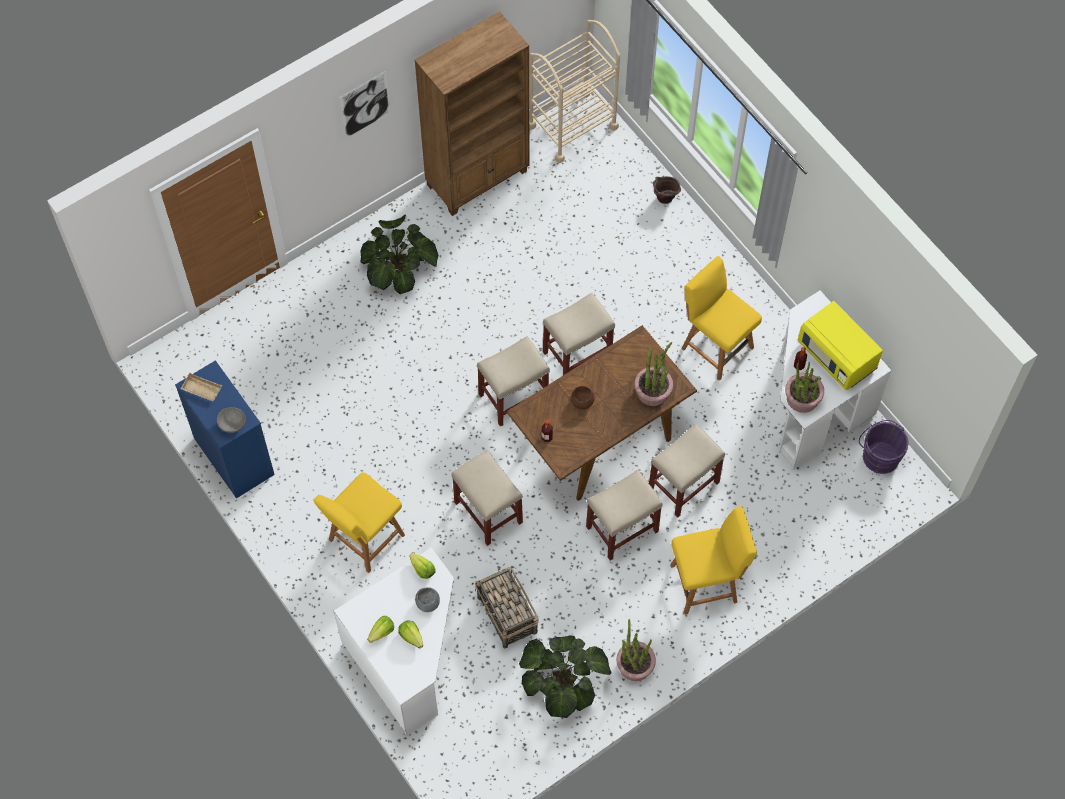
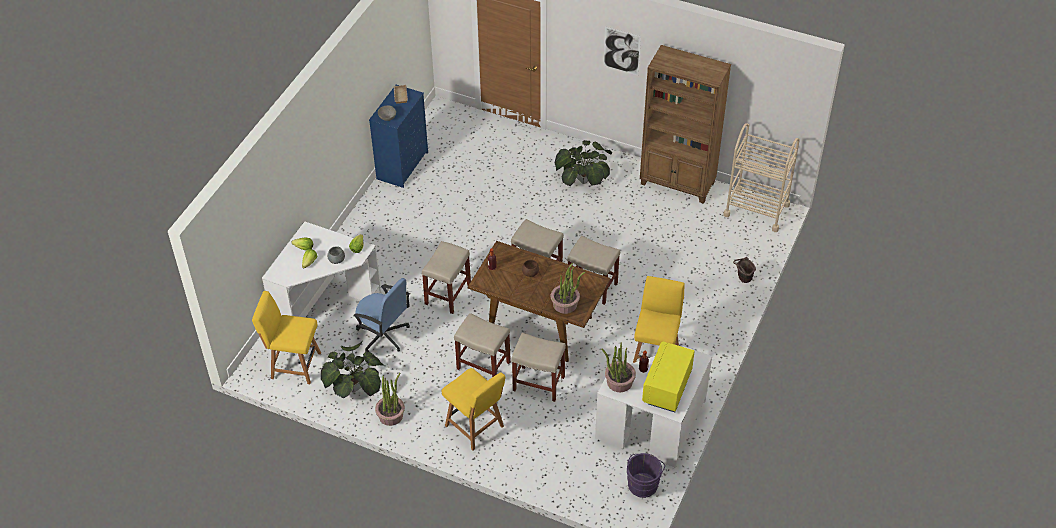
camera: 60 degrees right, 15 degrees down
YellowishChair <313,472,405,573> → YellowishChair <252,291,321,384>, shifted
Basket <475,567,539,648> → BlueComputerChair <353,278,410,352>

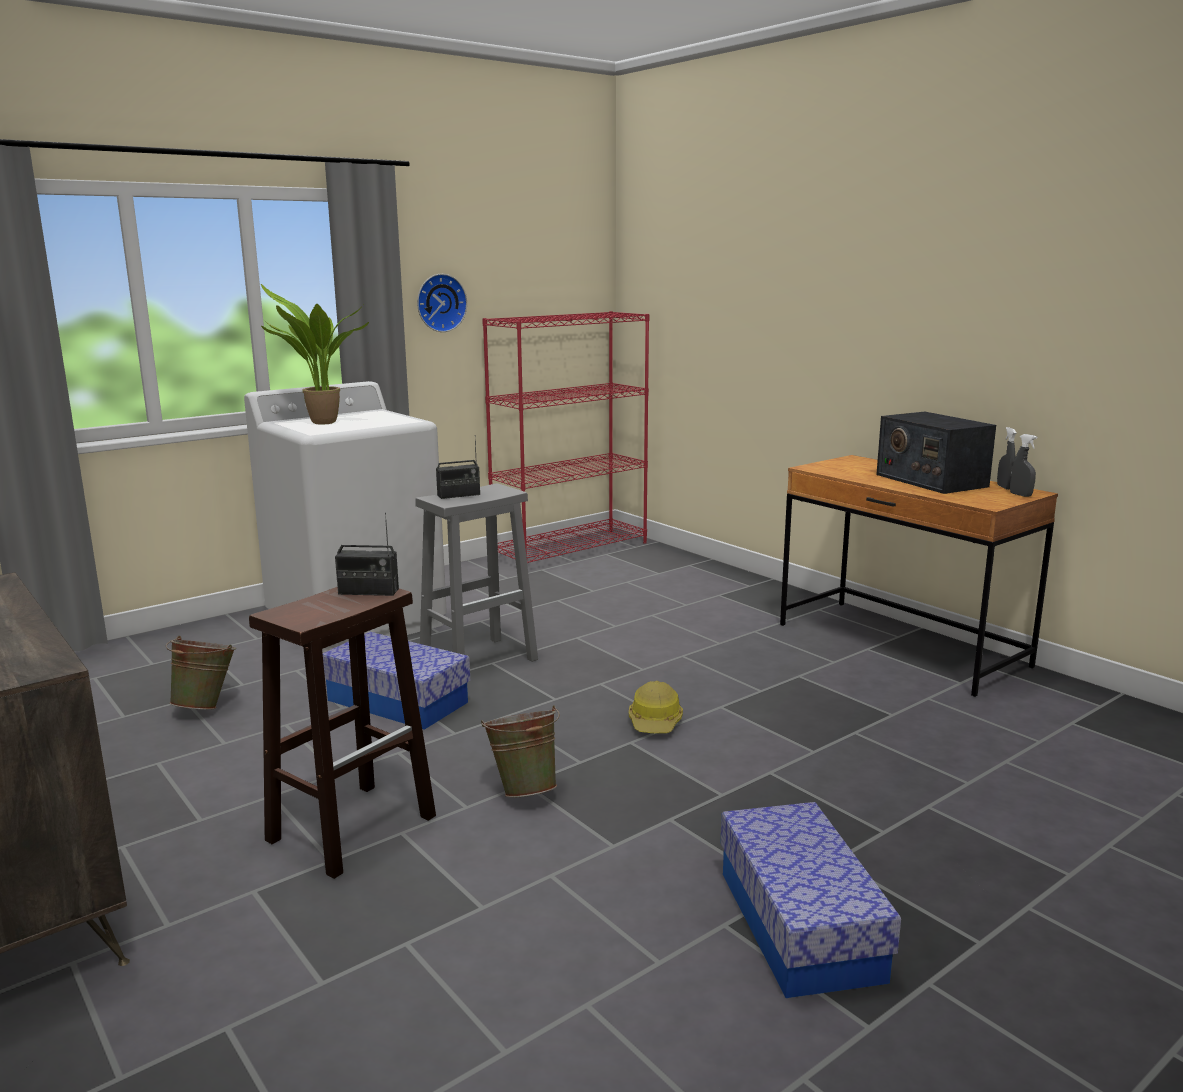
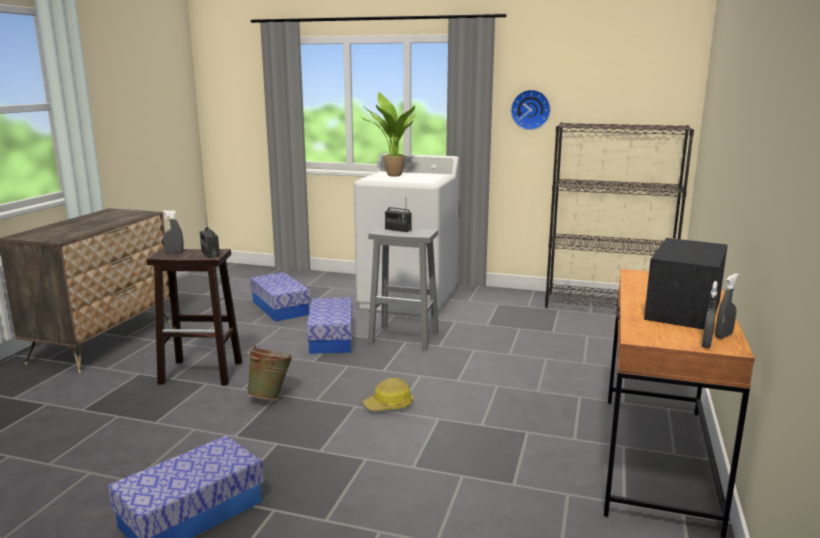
camera: 55 degrees right, 0 degrees up
GreenColouredBucket <166,636,236,710> → StorageBox <250,272,310,322>
RedColouredBookshelf <482,311,649,563> → BlackishBookshelf <545,122,694,308>
- → GreyishHandSprayer <163,210,184,253>

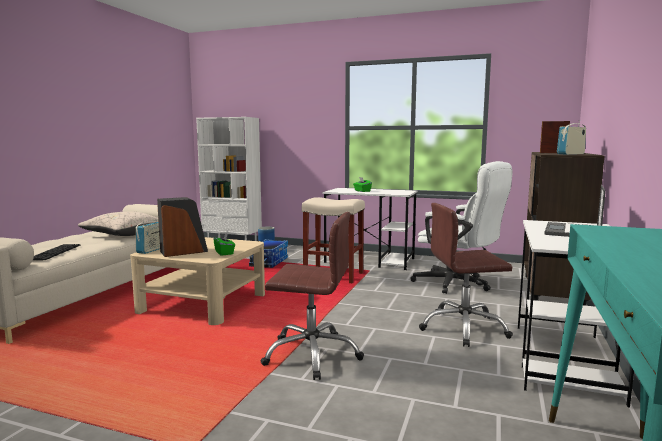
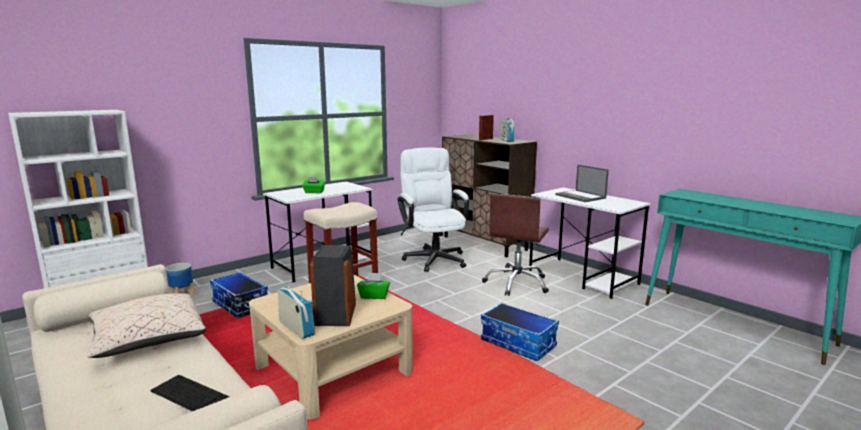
camera: 60 degrees left, 5 degrees up
BrownColouredComputerChair <261,212,364,380> → StorageBox <481,303,559,361>
WhitishComputerChair <410,161,513,294> → WhitishComputerChair <398,148,469,272>, 90 degrees counterclockwise

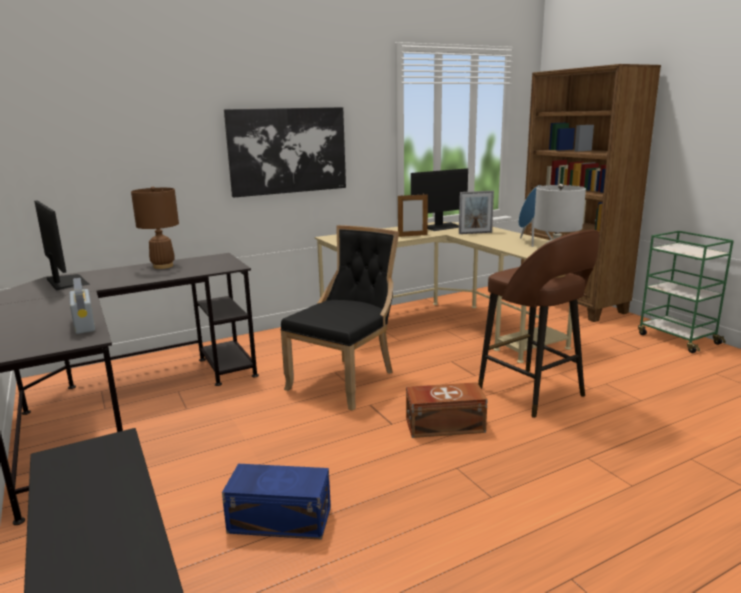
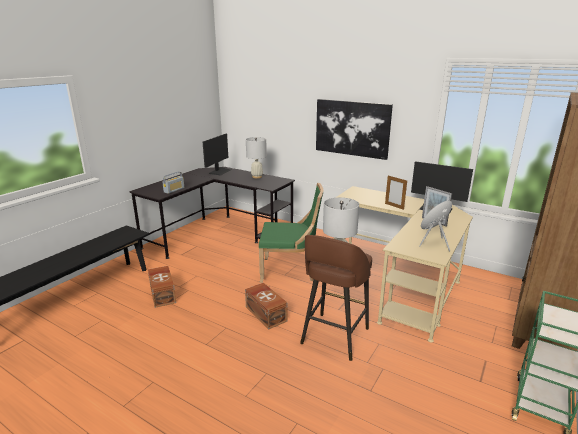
camera: 60 degrees right, 5 degrees up
BrownColouredLampForATable <131,187,179,269> → WhitishLampForATable <246,137,267,178>
BlueStorageBox <222,464,331,540> → BrownColouredStorageBox <148,266,176,308>
BlackishChair <280,225,399,411> → GreenColouredChair <259,183,324,283>

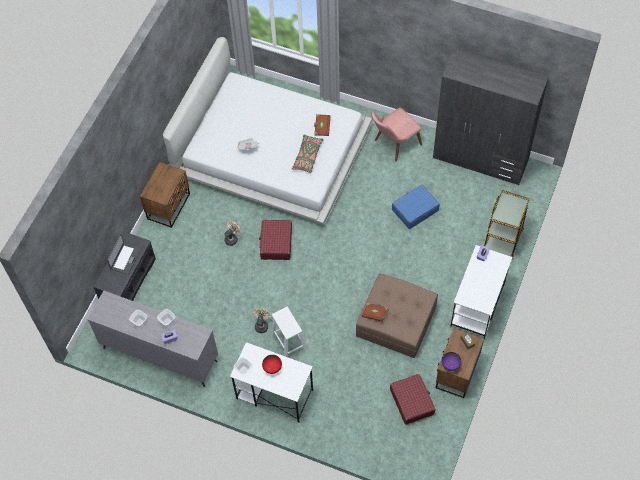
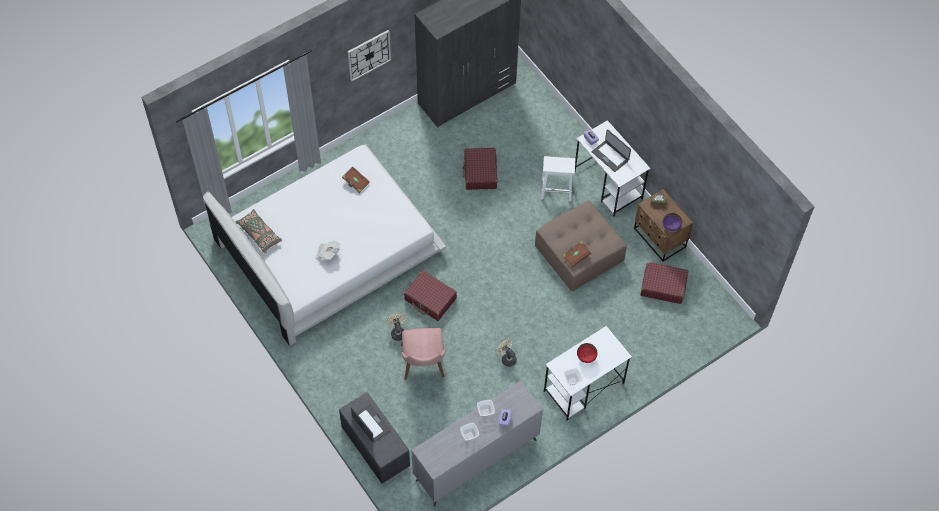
camera: 60 degrees left, 0 degrees up
BrownColouredNightstand <140,162,190,228> → -
WhitishSittingStool <271,307,307,357> → WhitishSittingStool <541,156,575,201>, shifted
GreenColouredPillow <292,135,324,173> → GreenColouredPillow <236,209,282,254>, shifted
PinkChair <371,108,422,161> → PinkChair <401,328,445,380>, shifted
BluePieceOfLuggage <392,185,440,229> → RedColouredPieceOfLuggage <463,148,497,190>
BrownColouredTrolley <484,190,530,259> → -
- → WallClock <348,30,391,82>
- → NotebookComputer <592,129,631,172>

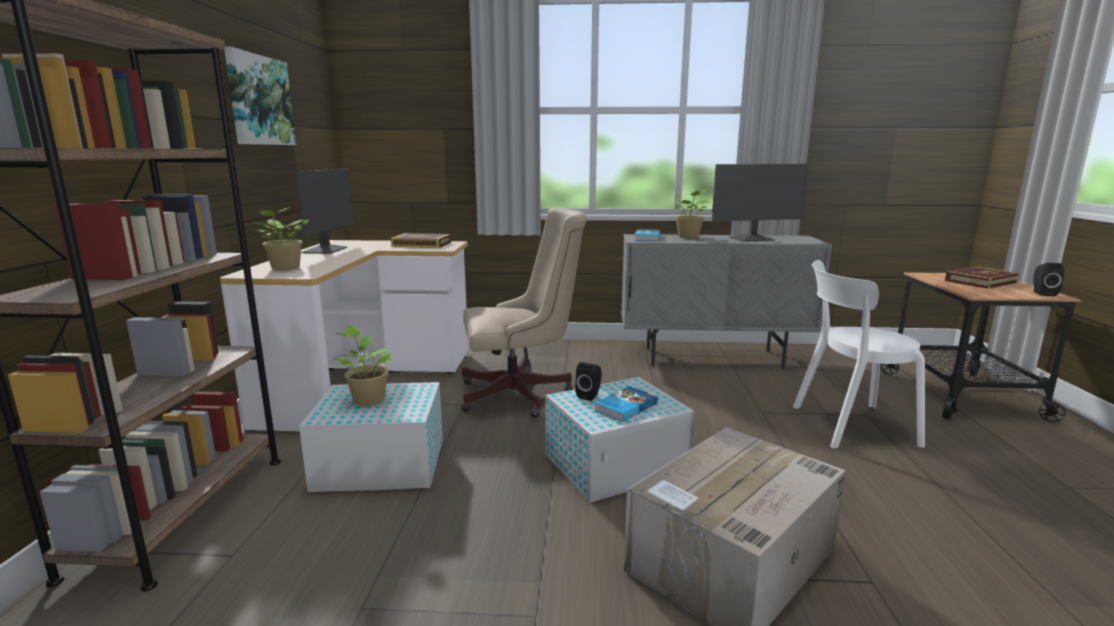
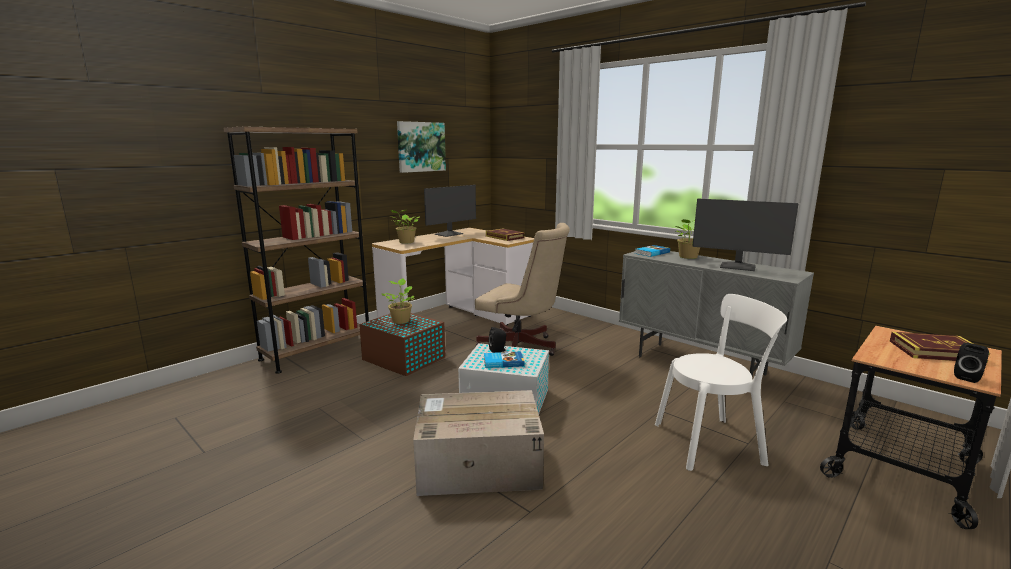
camera: 40 degrees right, 0 degrees up
WhitishStorageBox <299,382,443,492> → BrownColouredStorageBox <359,313,445,376>
WhitishChair <793,260,925,449> → WhitishChair <655,294,787,471>, 135 degrees clockwise

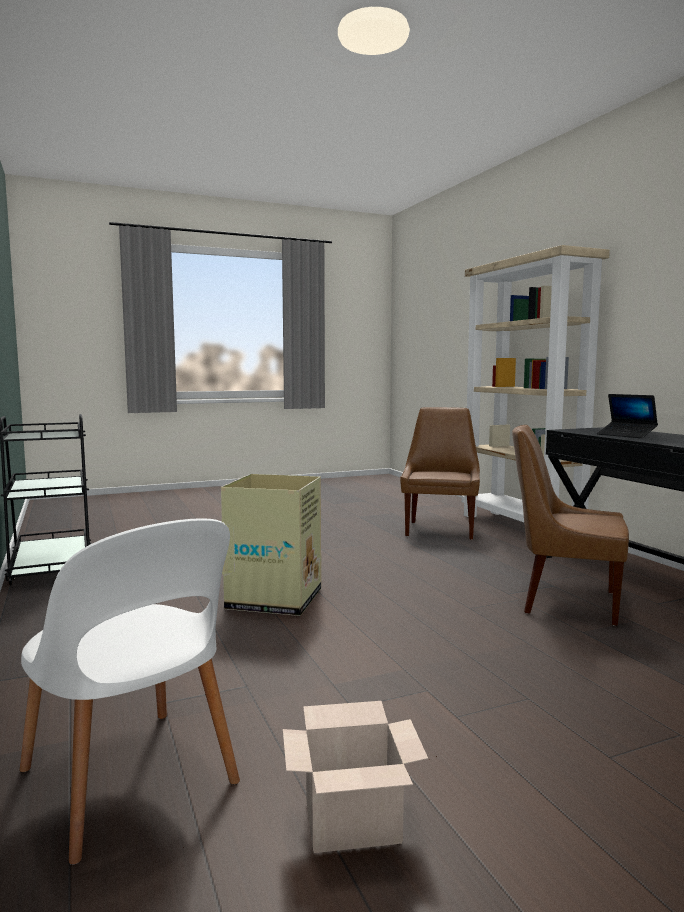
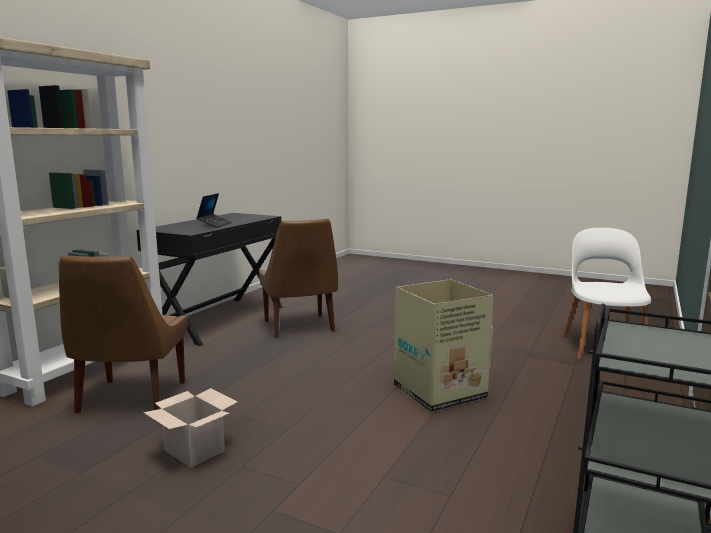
camera: 130 degrees left, 5 degrees up
Carton <283,701,428,853> → Carton <143,388,238,468>, shifted
BrownColouredChair <400,407,480,540> → BrownColouredChair <59,256,188,414>, 60 degrees counterclockwise

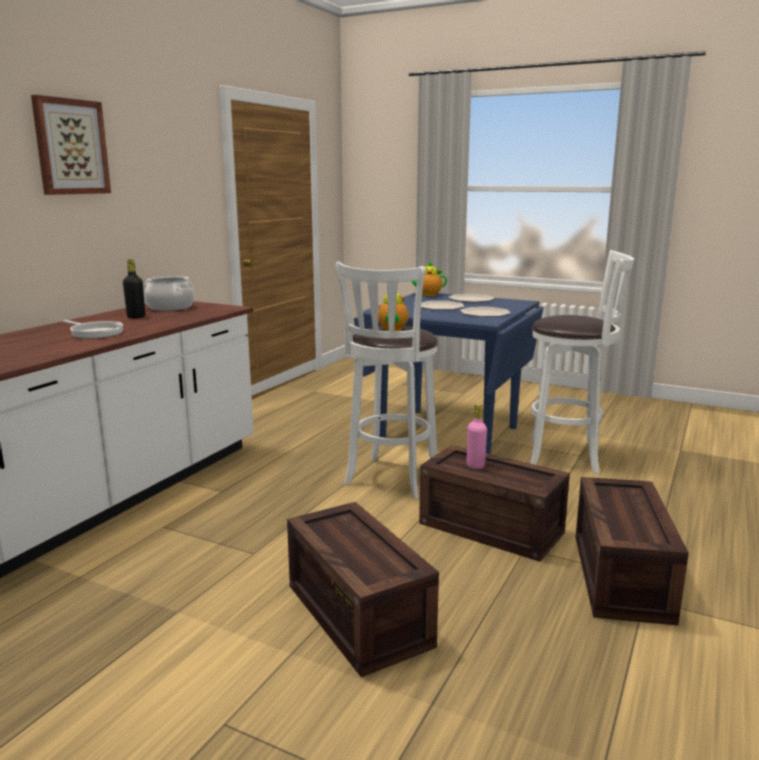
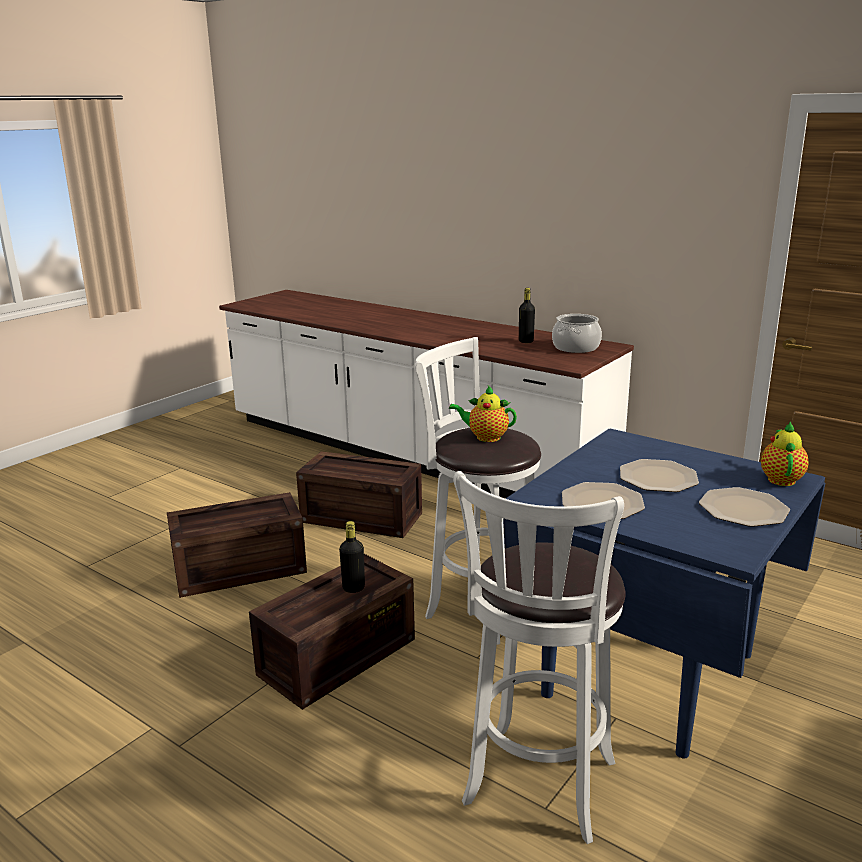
camera: 100 degrees right, 5 degrees up
Picture <31,95,111,195> → -
Pan <63,320,123,339> → -
PinkBottle <467,404,487,469> → BlackishBottle <339,521,365,593>
PackingCrate <576,477,689,625> → PackingCrate <296,451,422,538>, shifted

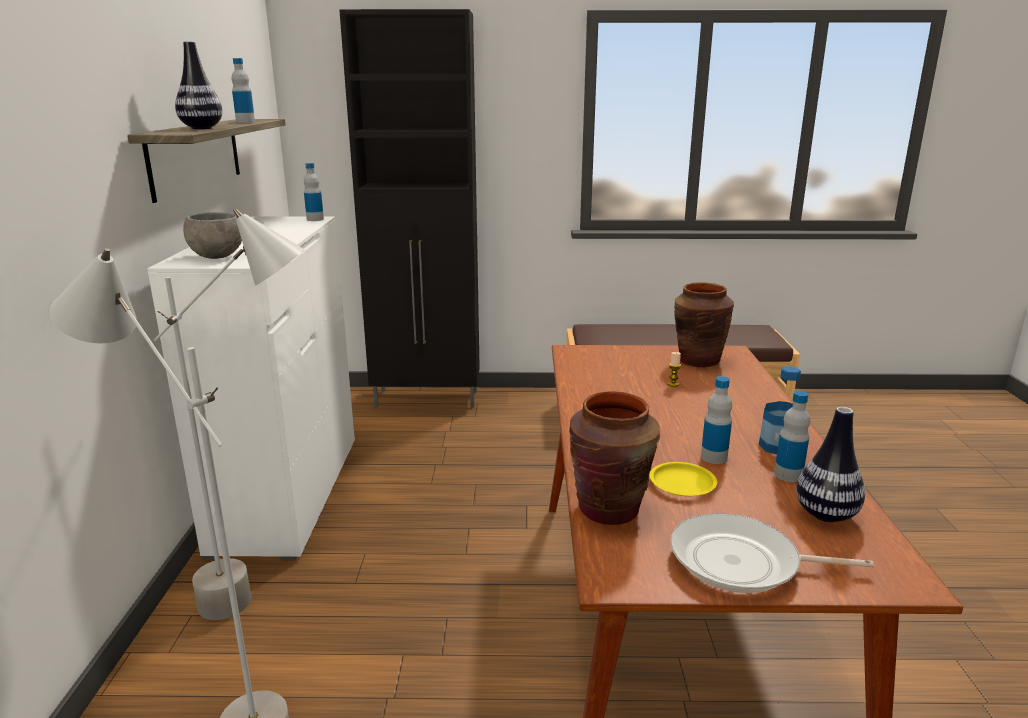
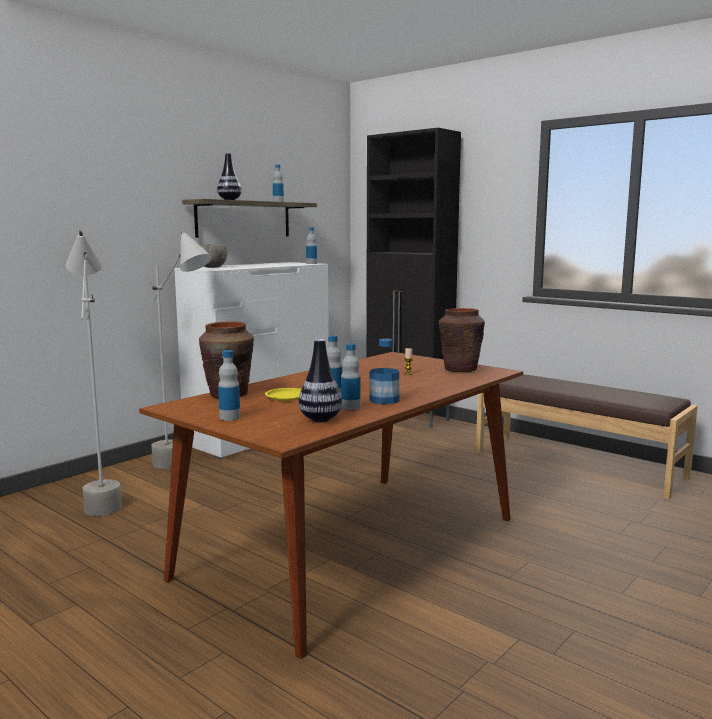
camera: 40 degrees right, 10 degrees down
Pan <670,513,874,593> → Bottle <218,350,240,421>

